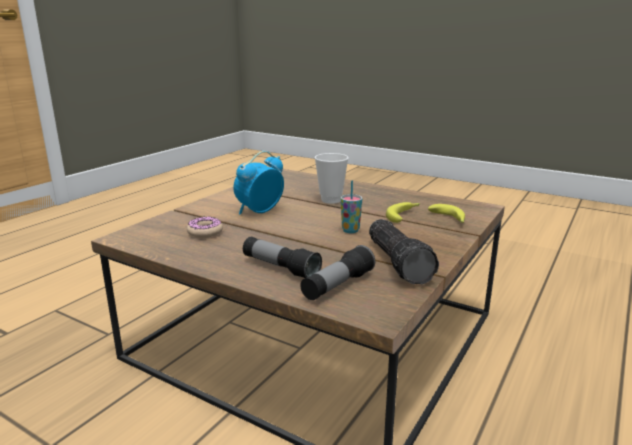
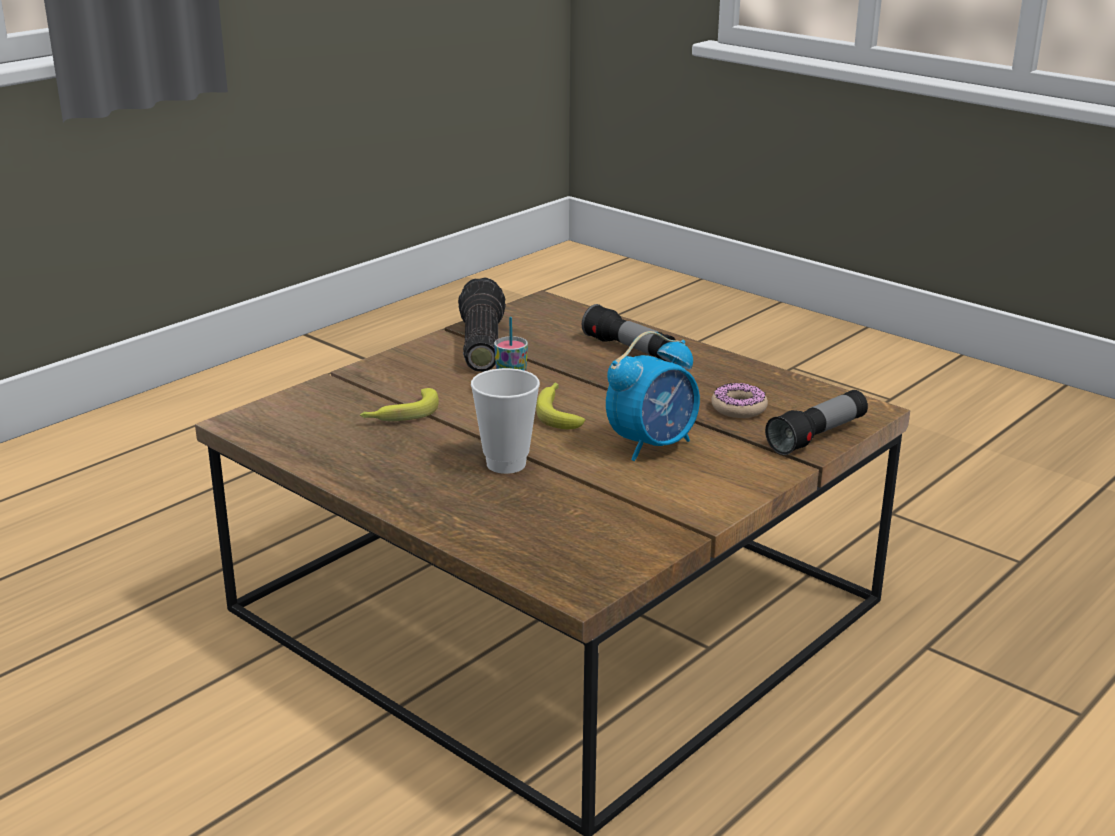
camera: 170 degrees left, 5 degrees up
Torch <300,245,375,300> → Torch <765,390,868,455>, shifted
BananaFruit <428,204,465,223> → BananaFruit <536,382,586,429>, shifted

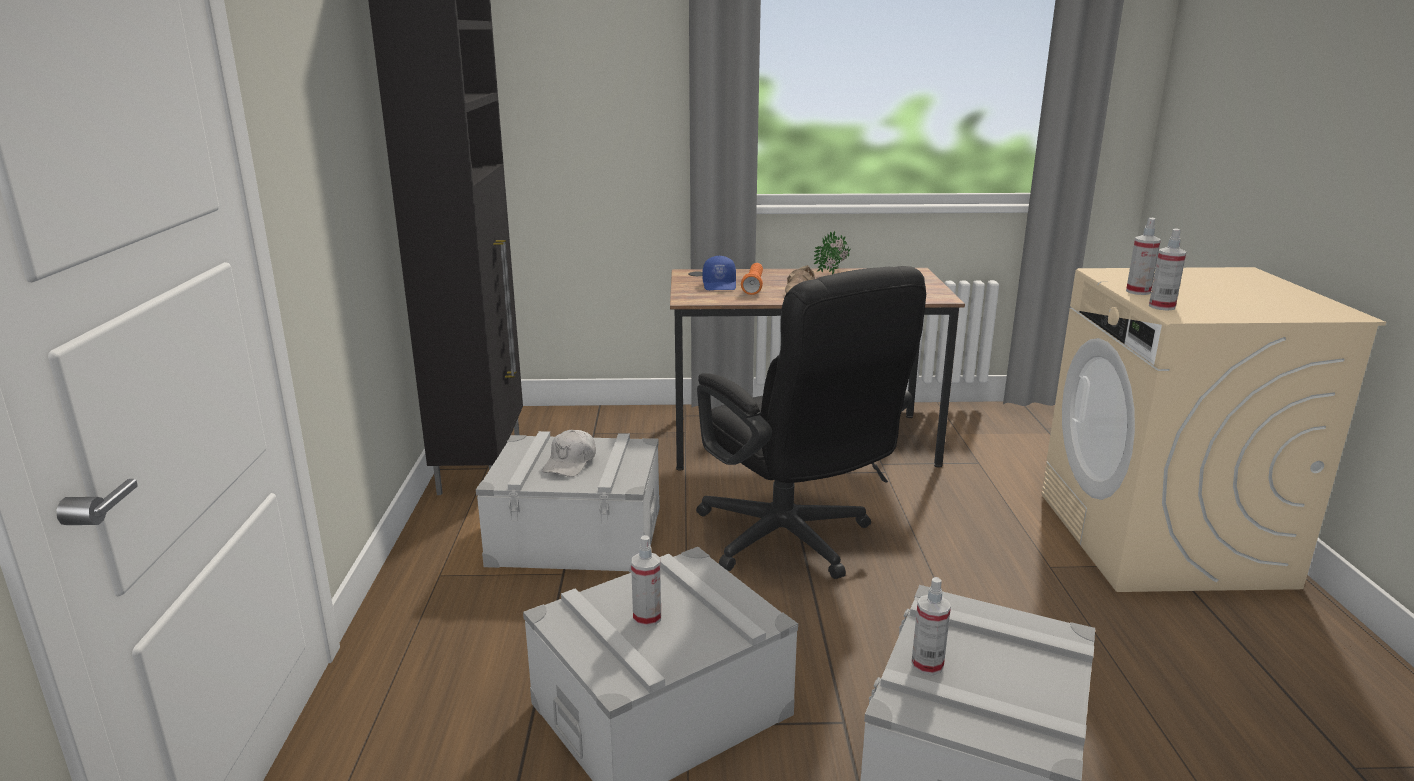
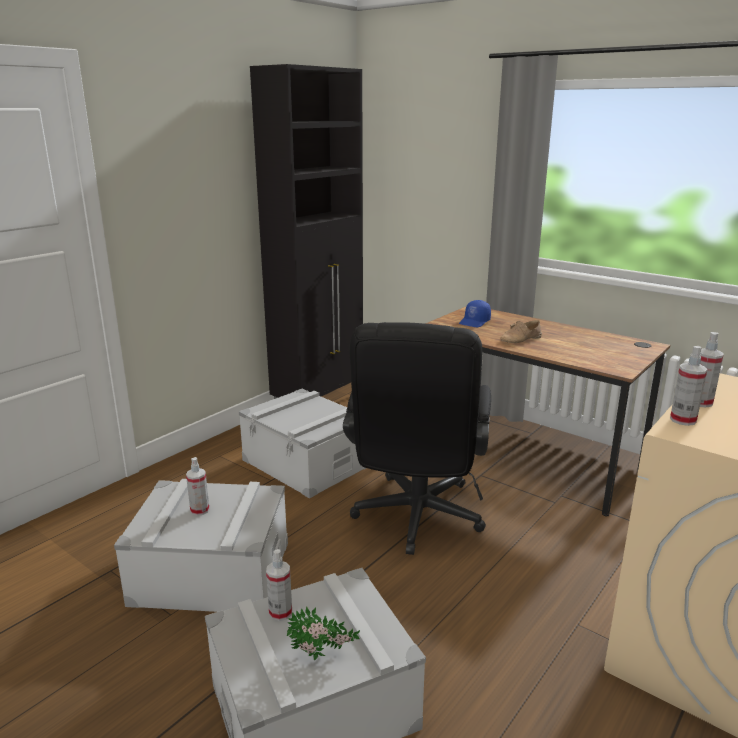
camera: 40 degrees right, 0 degrees up
WhitishPeakedCap <542,430,596,477> → -
OrangeColouredTorch <741,263,763,295> → -
Houseplant <813,231,851,274> → Houseplant <287,607,360,660>, shifted

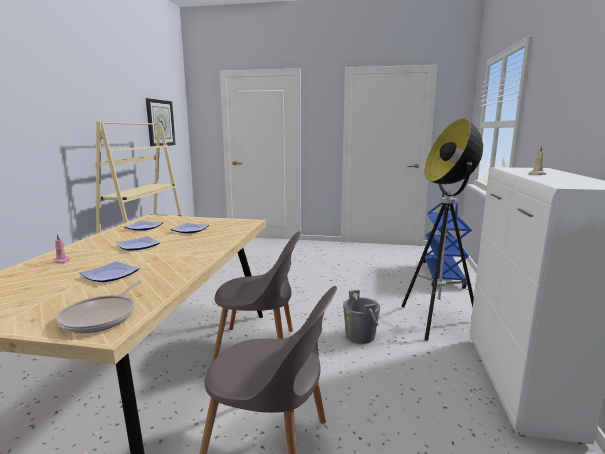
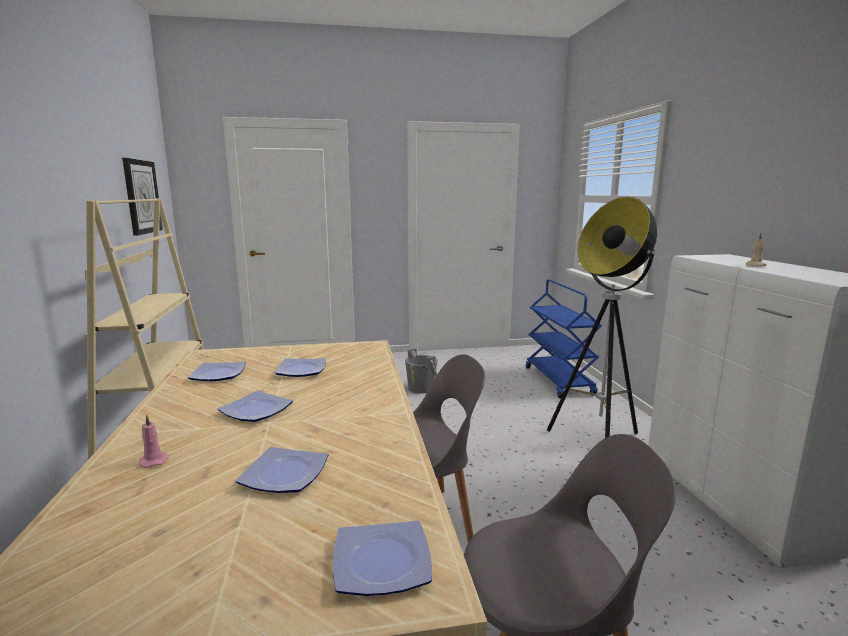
camera: 20 degrees left, 0 degrees up
Pan <56,281,141,333> → Plate <333,520,432,596>
GreyishBucket <343,290,380,344> → GreyishBucket <405,348,437,393>, shifted

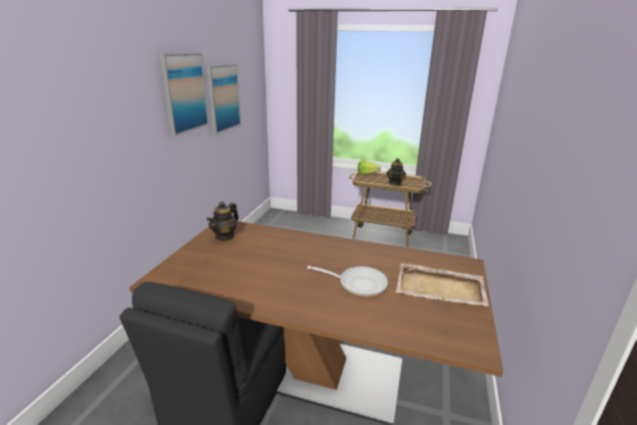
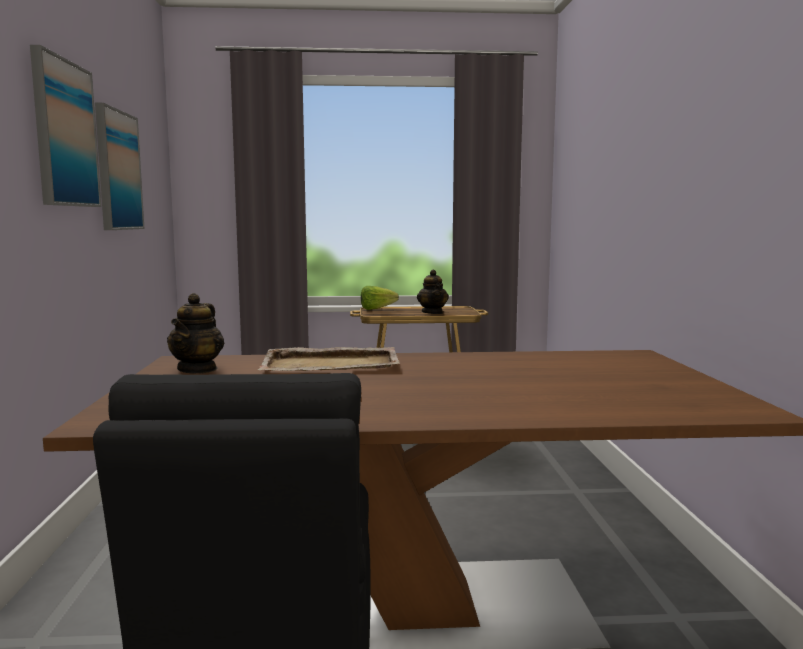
camera: 20 degrees left, 15 degrees down
Pan <307,266,388,296> → -
SandColouredTray <396,263,489,307> → SandColouredTray <258,347,400,371>, shifted

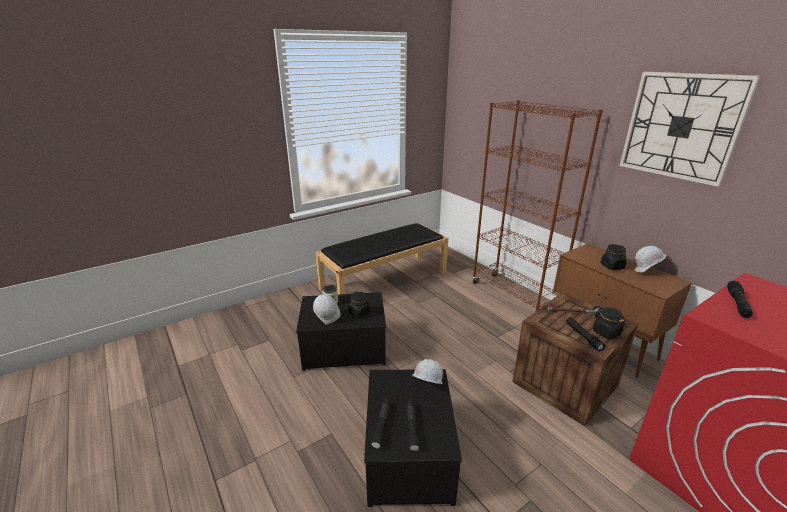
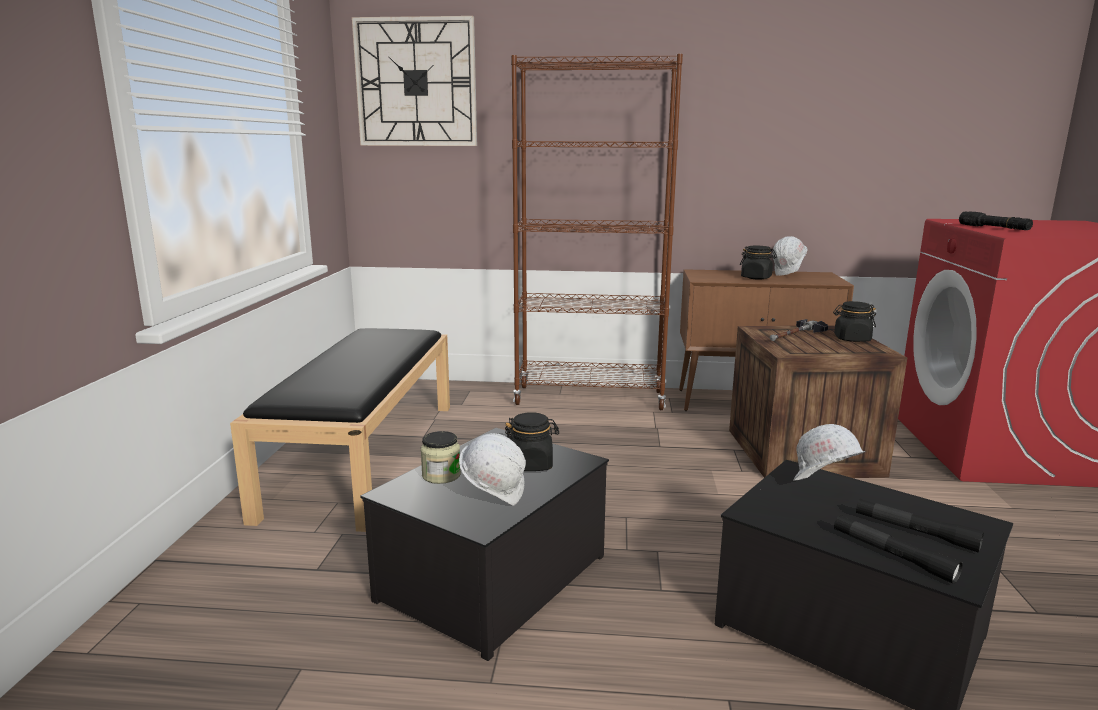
camera: 50 degrees left, 10 degrees down
BlackishTorch <566,317,605,351> → -
WallClock <620,72,760,187> → WallClock <352,16,477,146>, shifted

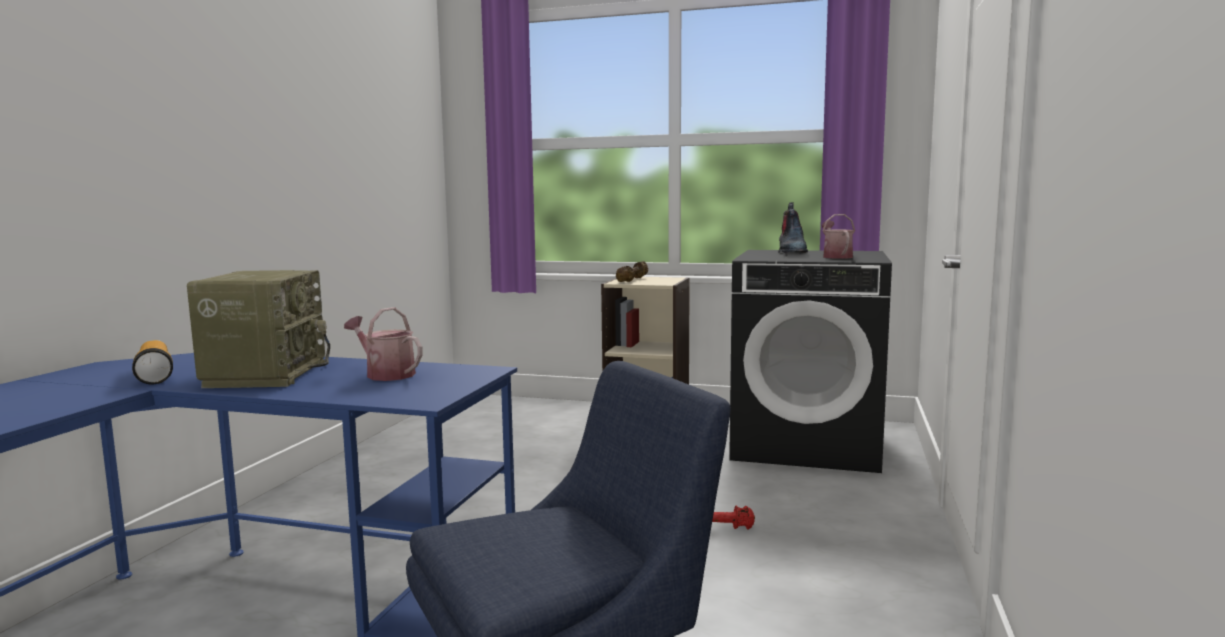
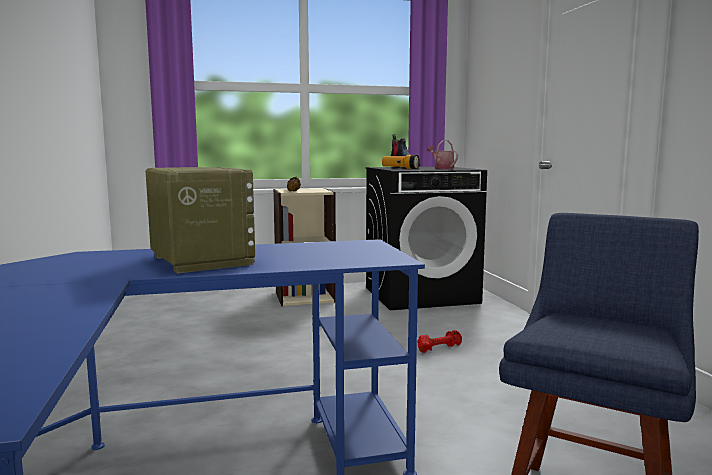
camera: 30 degrees left, 0 degrees up
Torch <132,340,173,384> → Torch <382,155,420,169>, shifted
WateringPot <344,307,422,381> → -

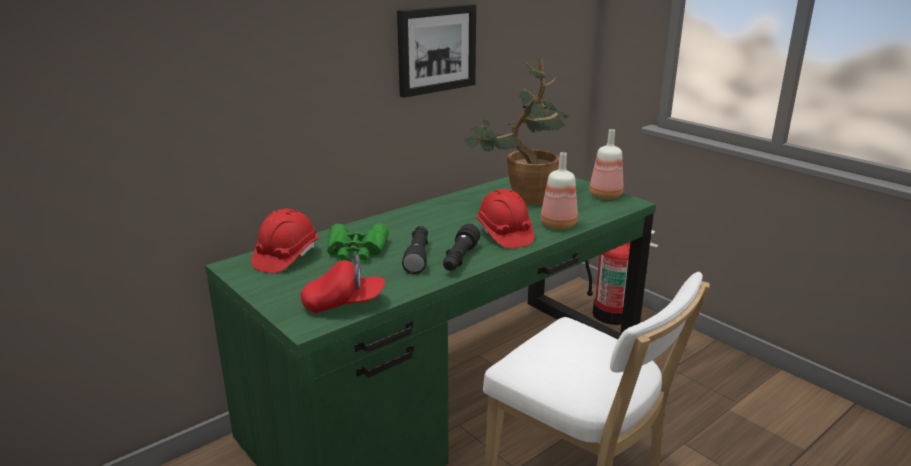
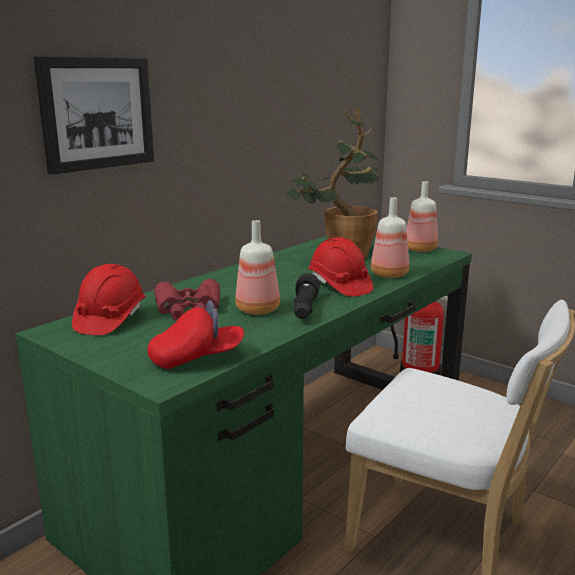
camera: 10 degrees left, 5 degrees down
GreenColouredBinoculars <327,223,389,263> → RedColouredBinoculars <154,279,221,321>
Picture <397,4,476,98> → Picture <34,56,154,174>, shifted
BlackishTorch <402,226,428,274> → Bottle <235,220,280,315>

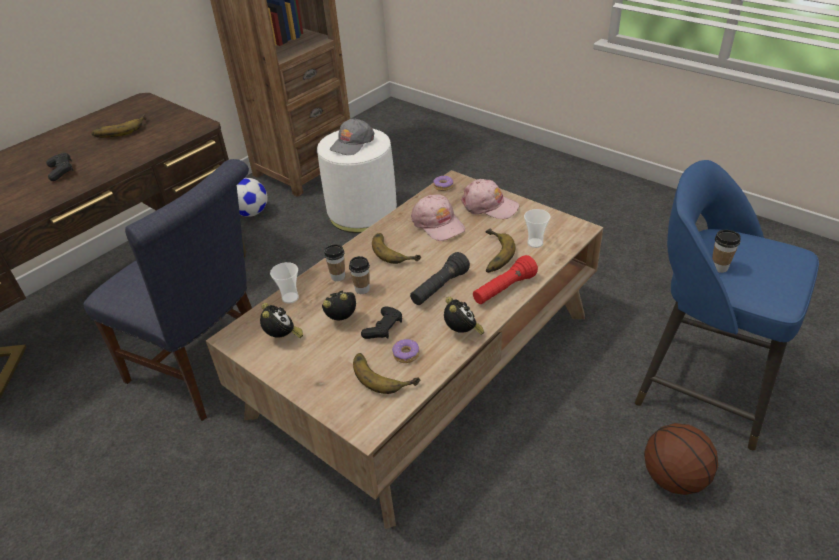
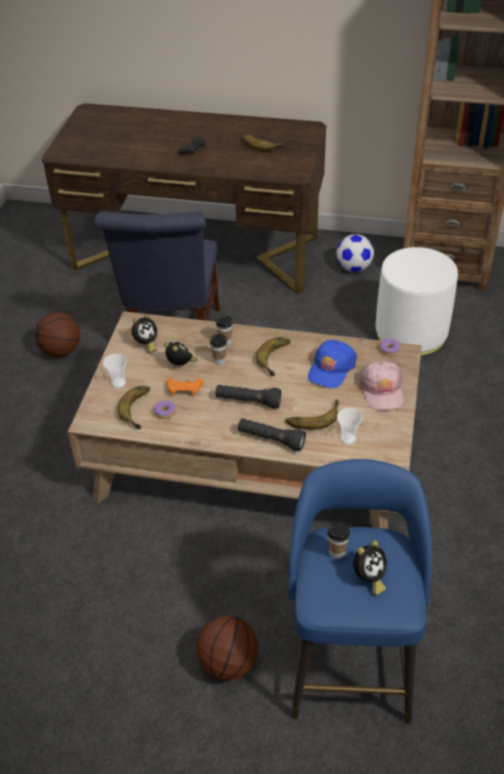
camera: 60 degrees right, 5 degrees up
Cup <270,262,299,304> → Cup <103,353,127,388>, shifted
GreyishPeakedCap <330,119,374,155> → -
BlackishGamepad <361,306,402,339> → OrangeColouredGamepad <166,378,203,396>
PinkPeakedCap <411,194,465,241> → BluePeakedCap <308,340,357,388>
BedsideClock <444,297,484,335> → BedsideClock <353,540,387,595>, shifted
RedColouredTorch <473,255,538,304> → BlackishTorch <238,418,306,451>
- → BasketballBall <34,312,80,357>

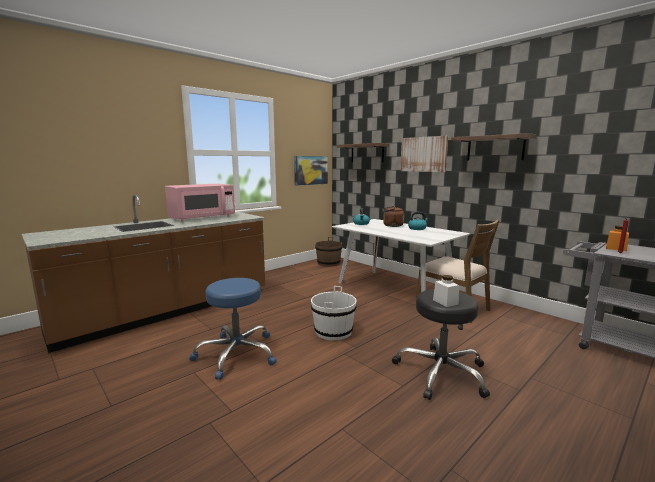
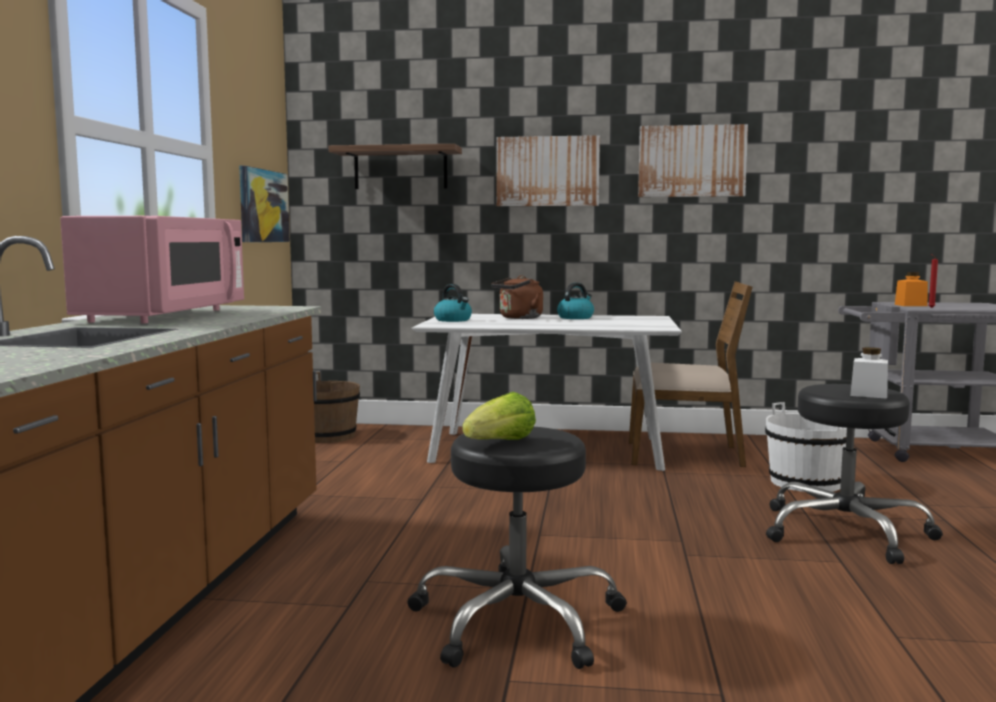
camera: 40 degrees left, 5 degrees down
BlueSittingStool <189,278,277,380> → BlackishSittingStool <407,427,627,669>
WhitishBucket <311,286,357,340> → WhitishBucket <765,402,847,492>, shifted
WallShelf <451,133,537,160> → Picture <638,124,748,197>
- → HeadOfLettuce <462,392,536,440>

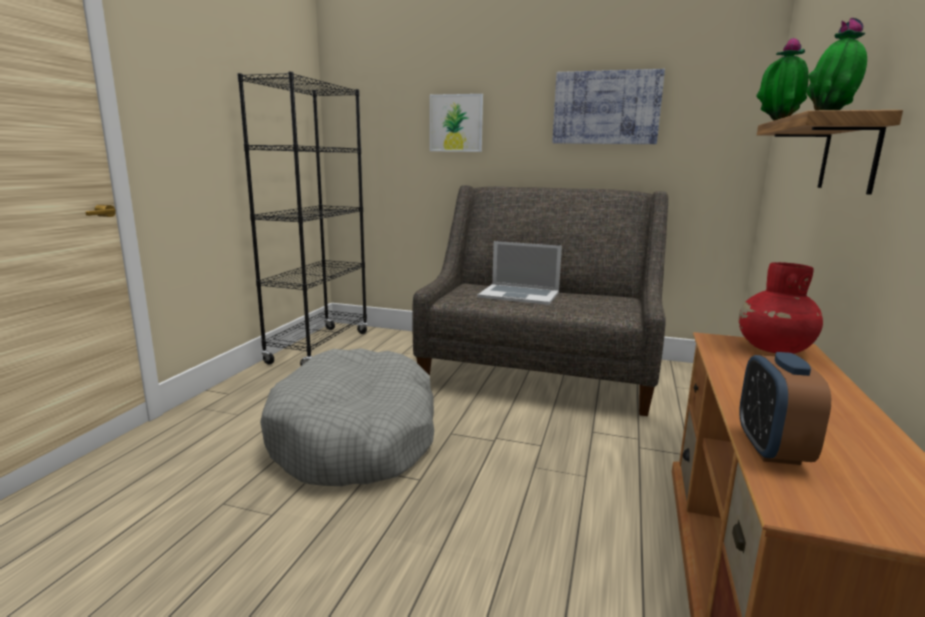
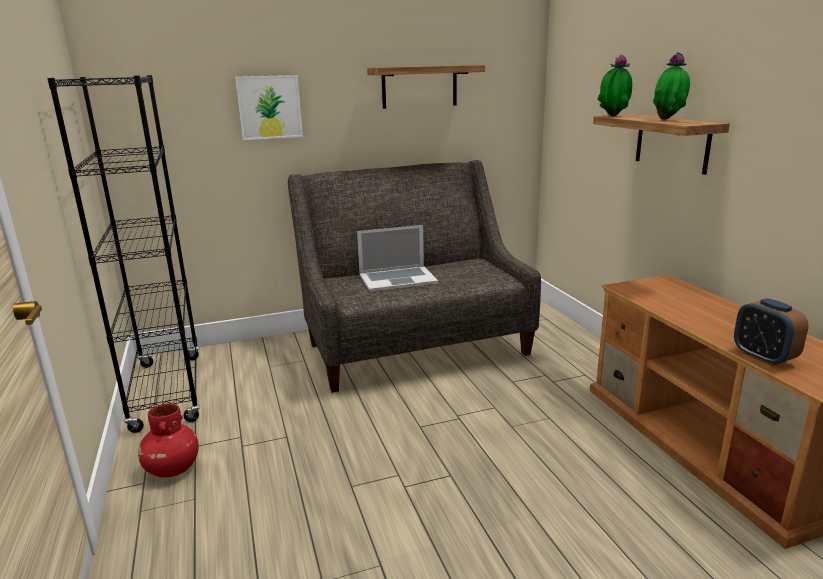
camera: 35 degrees left, 5 degrees up
GreyishDogCushion <260,348,434,486> → -
Picture <552,69,665,144> → WallShelf <367,65,485,109>
RedColouredFlowerVase <739,262,823,354> → RedColouredFlowerVase <138,403,199,478>, shifted

